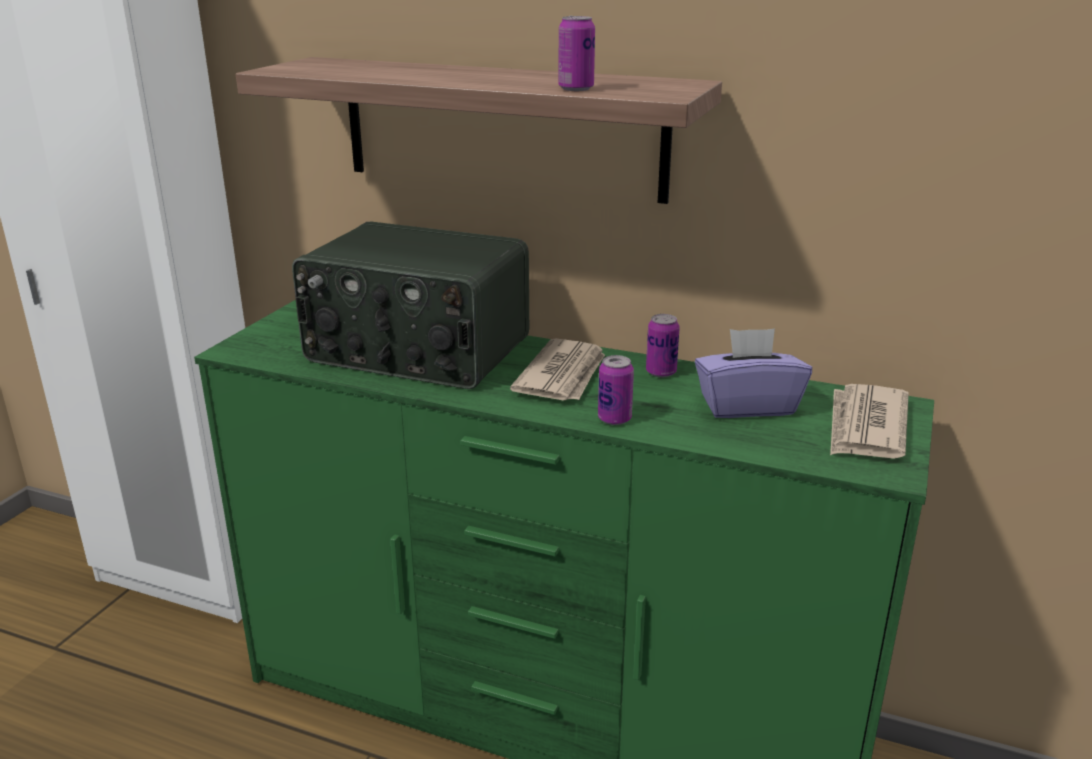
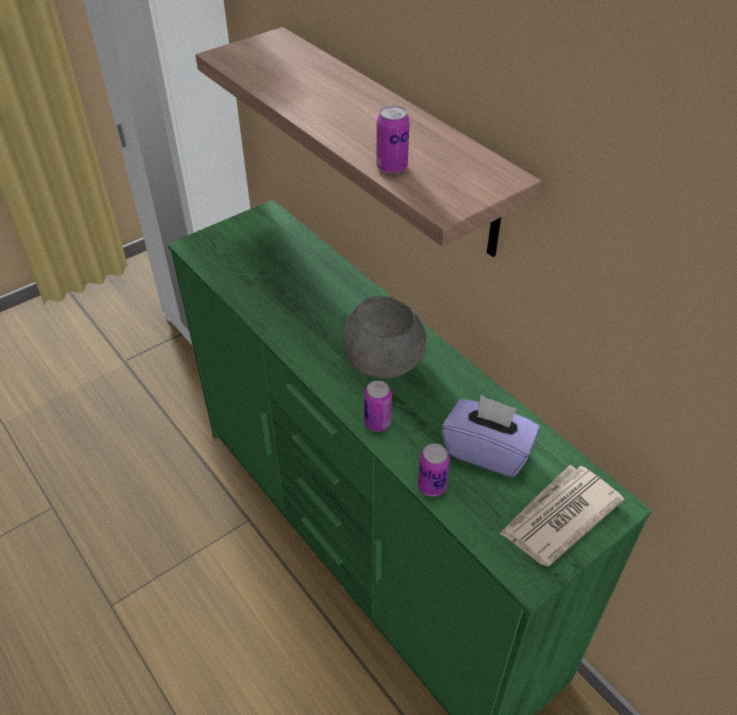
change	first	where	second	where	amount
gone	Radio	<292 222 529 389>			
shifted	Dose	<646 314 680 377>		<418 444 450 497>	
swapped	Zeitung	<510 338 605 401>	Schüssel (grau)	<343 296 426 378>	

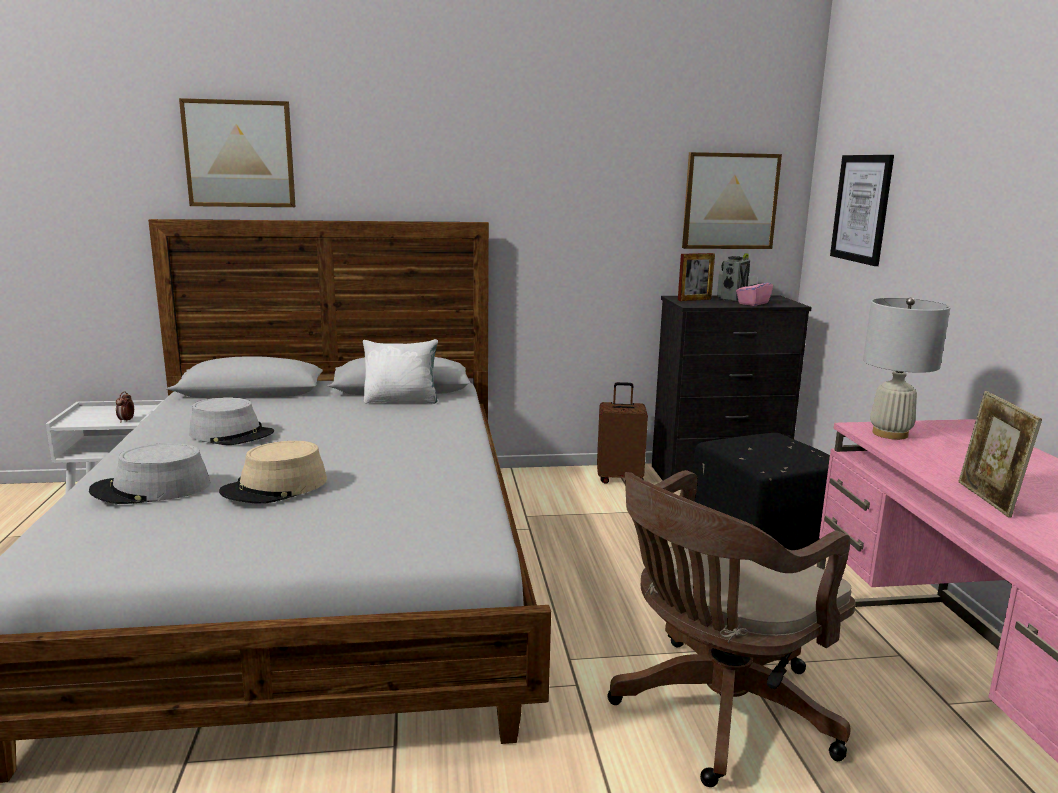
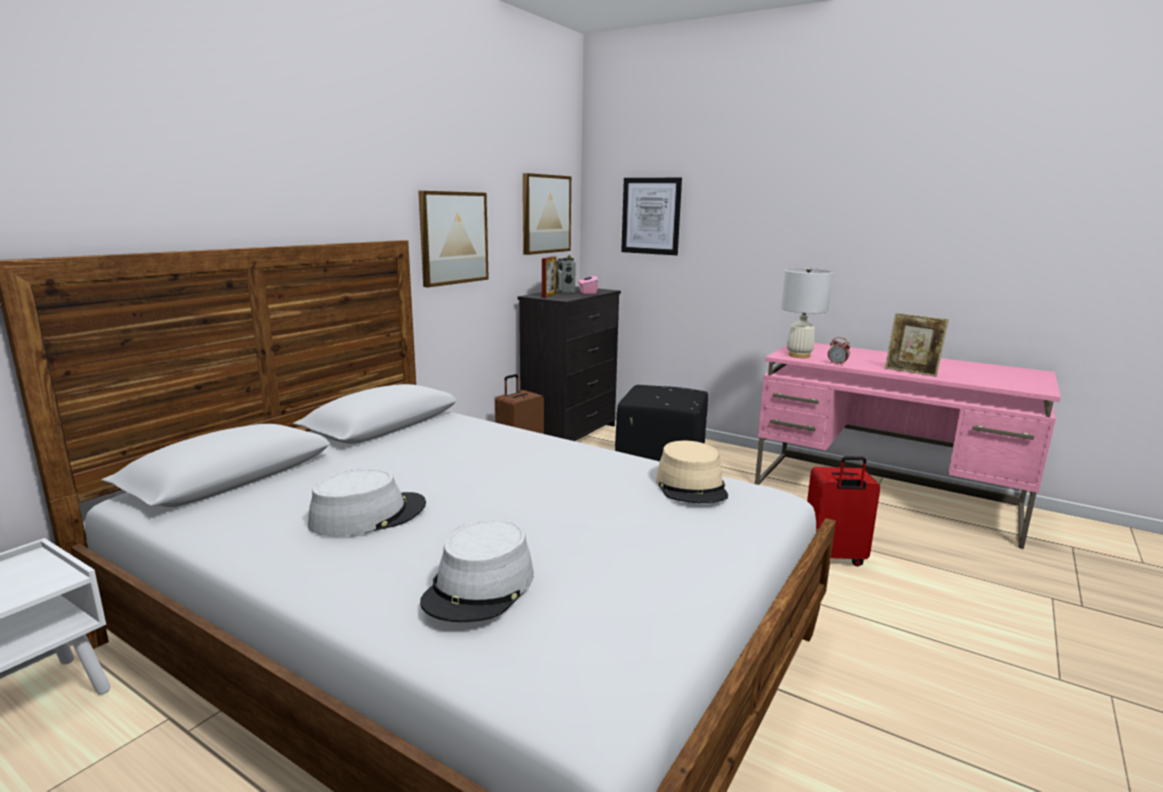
change	first	where	second	where	amount
gone	Kissen (weiß)	<363 339 438 404>			
shifted	Wecker	<116 391 134 423>		<828 337 850 366>	
shifted	Bild	<179 98 296 207>		<418 191 489 287>	
shifted	Hut (beige)	<219 441 327 504>		<656 441 728 503>	
swapped	Bürostuhl (braun)	<607 470 856 787>	Koffer (rot)	<807 456 880 566>	

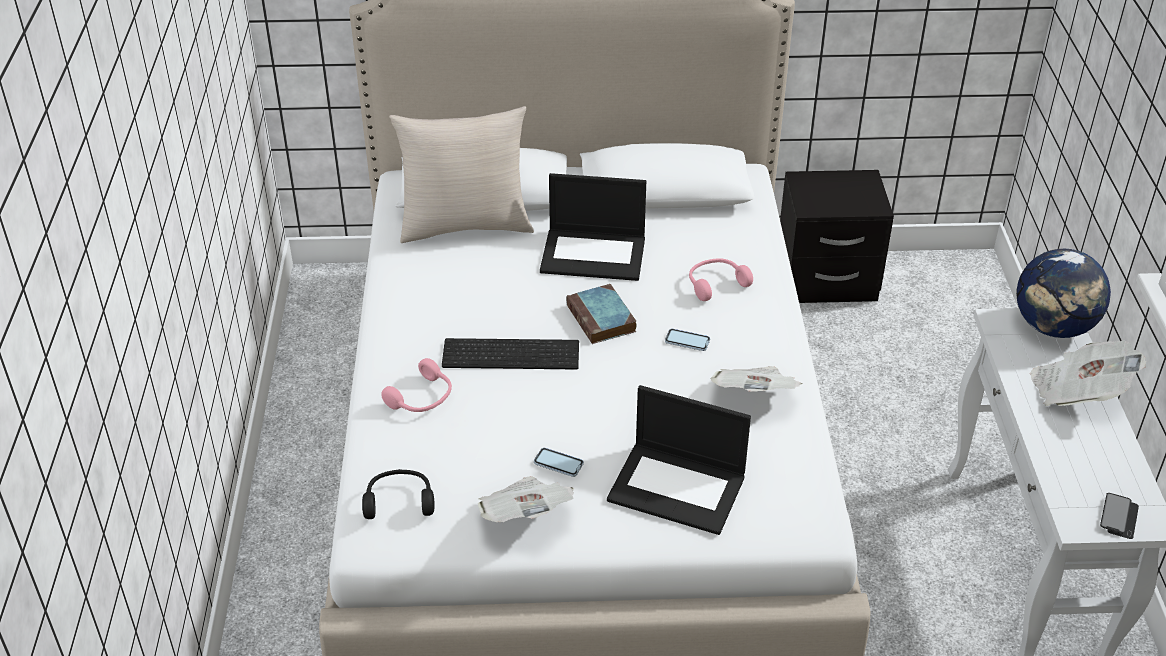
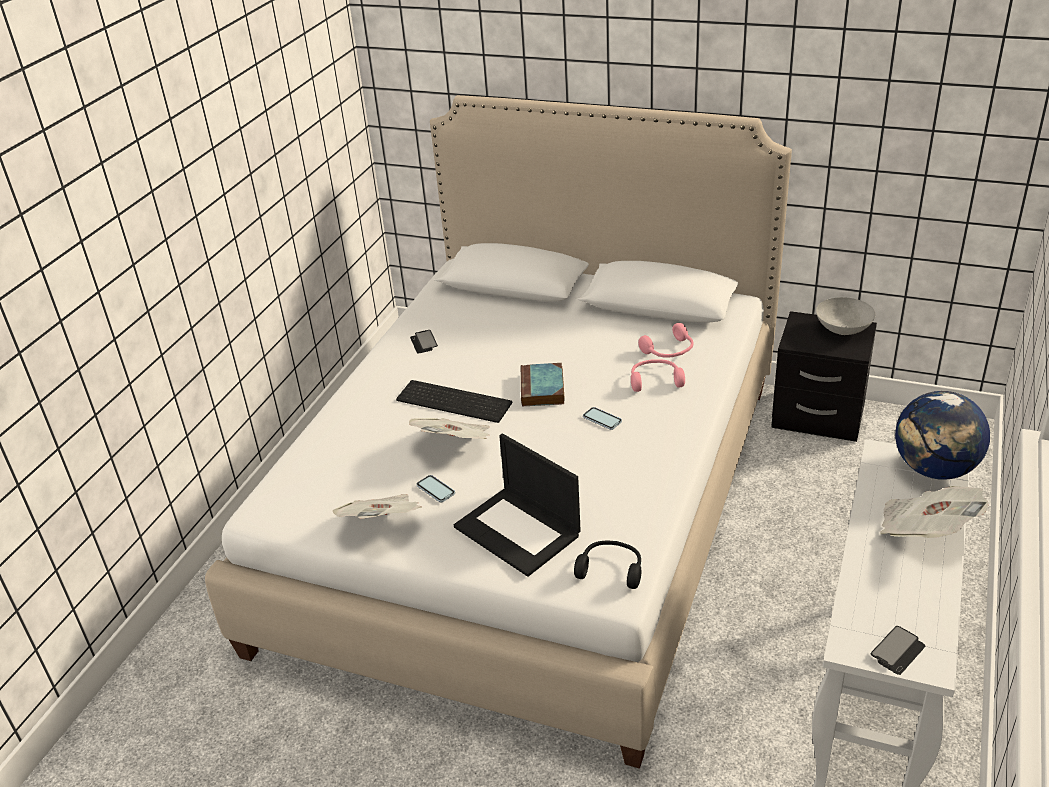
change	first	where	second	where	amount
gone	Kissen (beige)	<389 106 534 243>			
gone	Laptop	<540 173 646 281>			
new			Handy	<410 330 438 353>	
new			Schüssel (grau)	<816 297 876 335>	
shifted	Kopfhörer (schwarz)	<362 469 434 519>		<574 541 641 589>	
shifted	Kopfhörer (rosa)	<381 358 452 412>		<638 323 694 358>	
shifted	Zeitung	<710 366 802 392>		<409 418 490 439>	

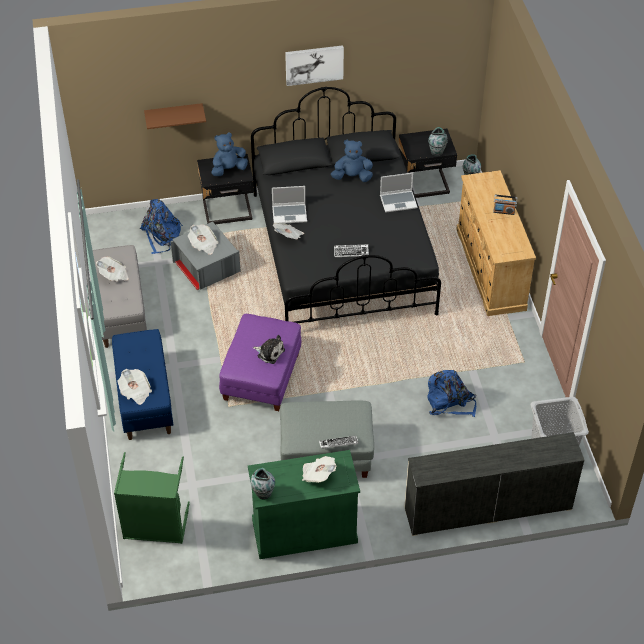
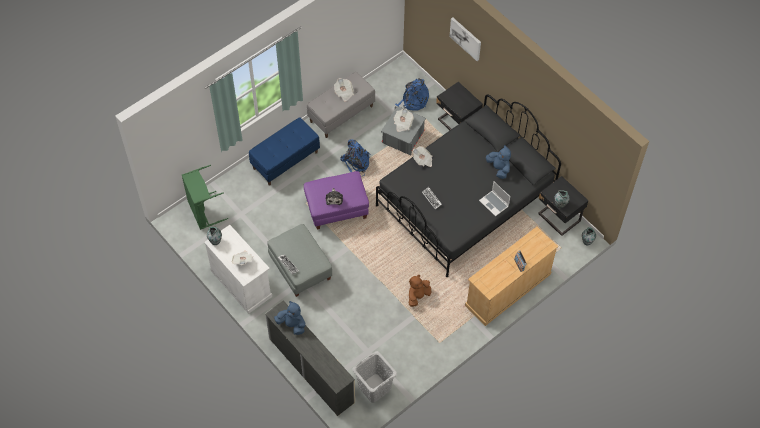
change	first	where	second	where	amount
gone	Zeitung	<117 369 152 405>			
gone	Wandregal (braun)	<144 103 206 129>			
gone	Laptop	<272 186 307 224>			
new			Plüschtier (braun)	<409 275 431 307>	
shifted	Plüschtier (blau)	<211 133 248 176>		<274 301 306 335>	
shifted	Bild	<285 45 344 86>		<449 18 481 61>	
shifted	Rucksack (blau)	<427 370 476 417>		<340 139 369 177>	
repainted	Schrank (grün)	<248 450 360 559>	Schrank (weiß)	<204 225 272 314>	

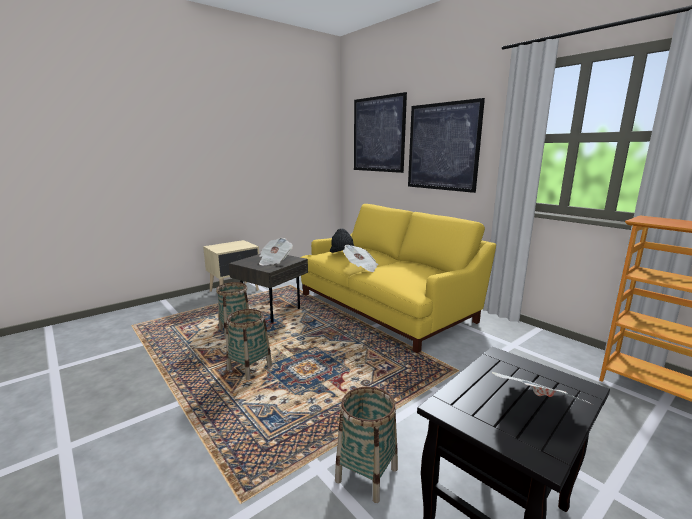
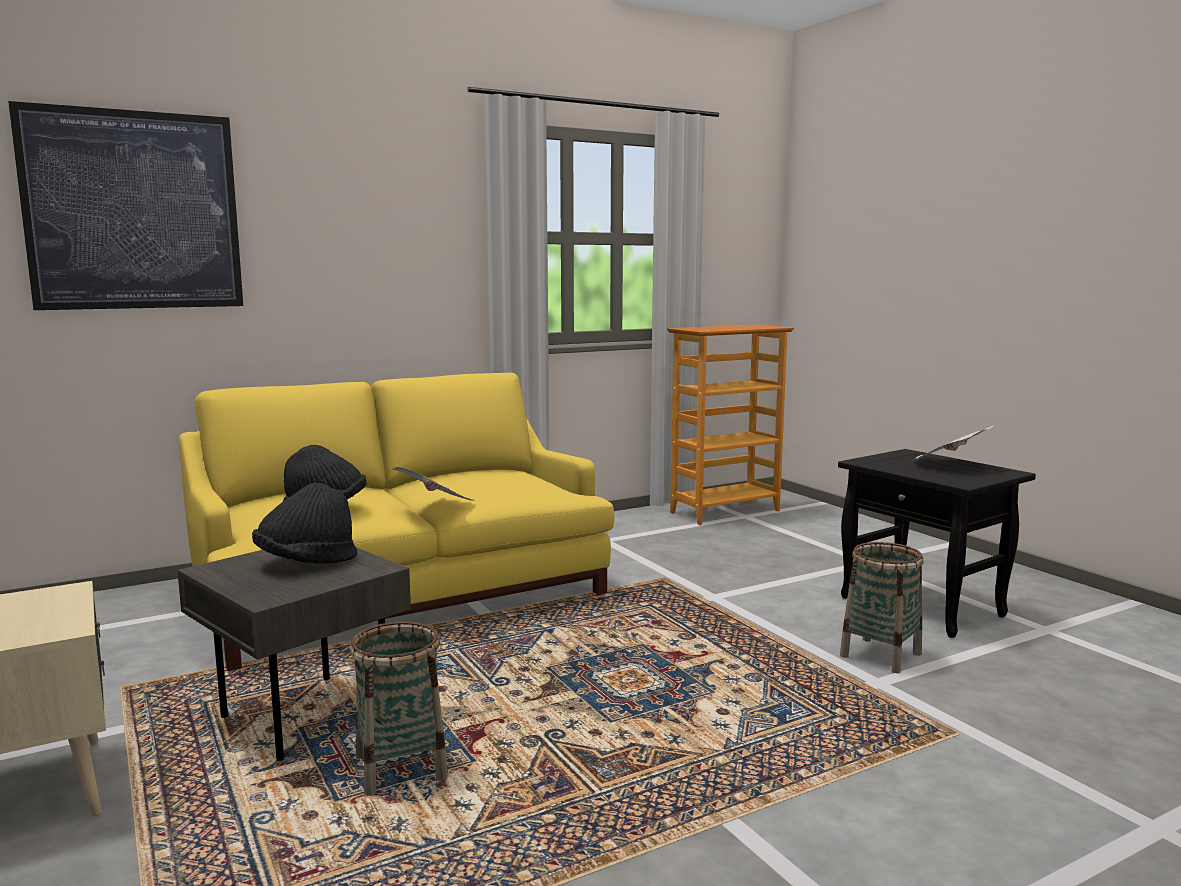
change	first	where	second	where	amount
gone	Korb	<226 309 272 380>			
gone	Bild	<408 98 485 193>			
swapped	Zeitung	<259 238 293 265>	Hut (schwarz)	<252 483 357 564>	

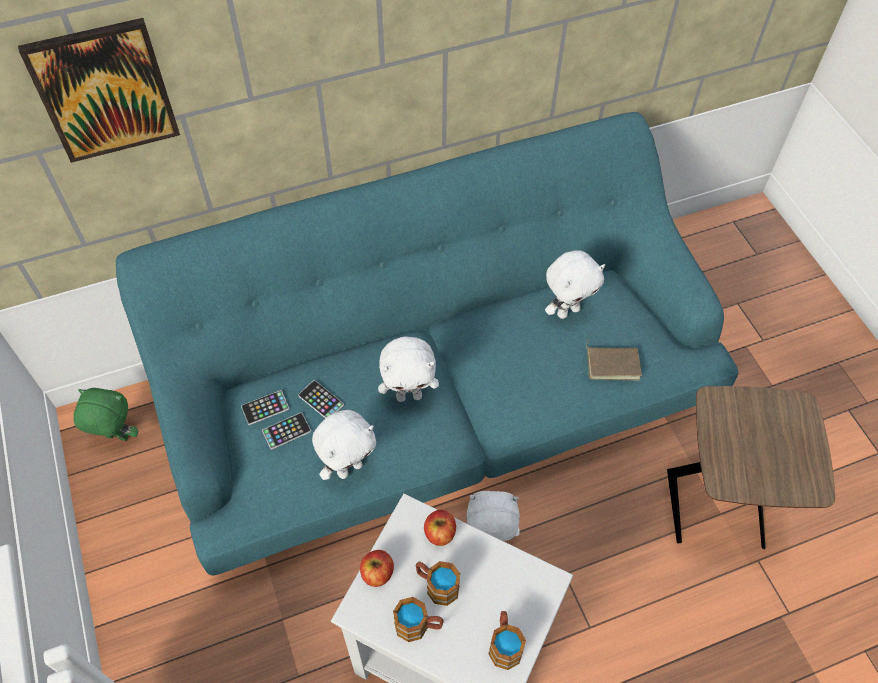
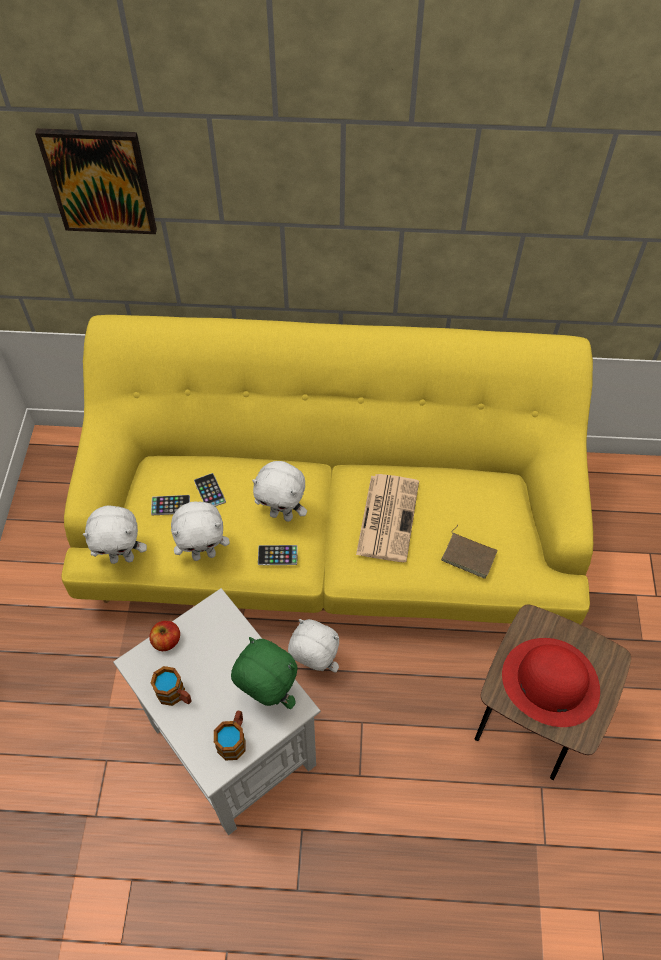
change	first	where	second	where	amount
gone	Henkelbecher	<416 561 460 606>			
gone	Apfel	<424 510 456 546>			
new			Zeitung	<356 474 419 562>	
new			Hut (rot)	<502 638 600 727>	
shifted	Plüschtier (grün)	<73 388 138 441>		<231 637 298 709>	
shifted	Handy	<241 390 289 425>		<258 545 298 565>	
shifted	Plüschtier (weiß)	<545 250 605 319>		<83 506 147 564>	
repainted	Sofa (türkis)	<116 112 738 576>	Sofa (gelb)	<61 315 593 625>	

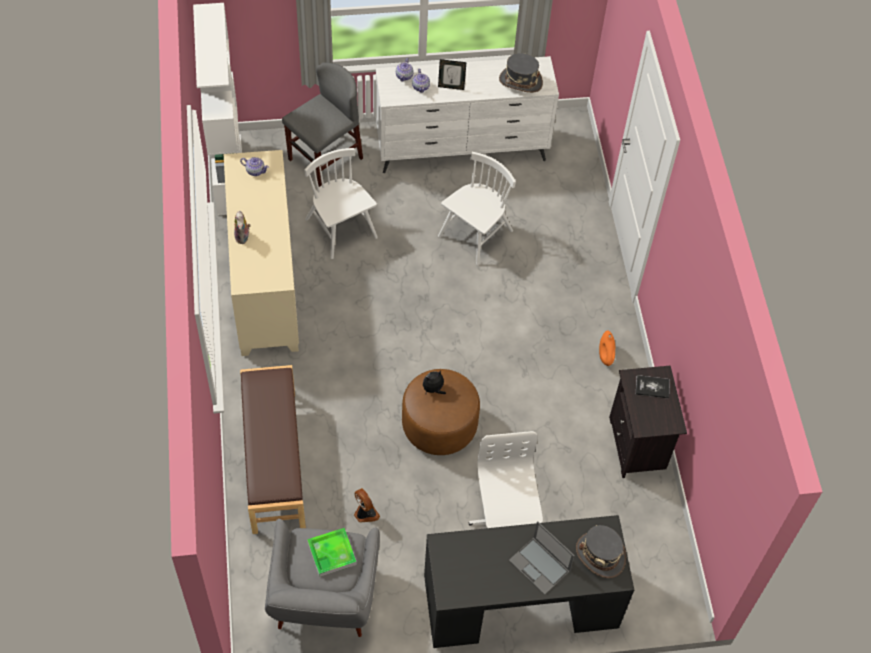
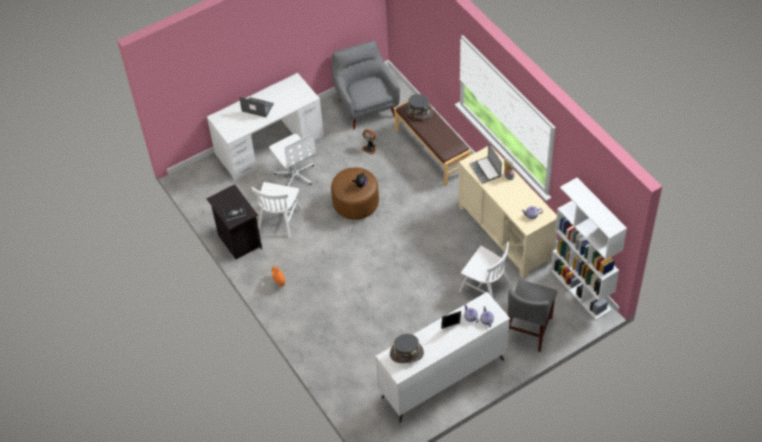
change	first	where	second	where	amount
gone	Tablett	<307 528 357 577>			
new			Laptop	<469 143 502 184>	
shifted	Stuhl (weiß)	<438 152 516 265>		<251 182 302 237>	
shifted	Hut (grau)	<576 525 626 578>		<405 94 433 119>	
repainted	Schreibtisch (schwarz)	<424 515 634 648>	Schreibtisch (weiß)	<207 73 324 180>	

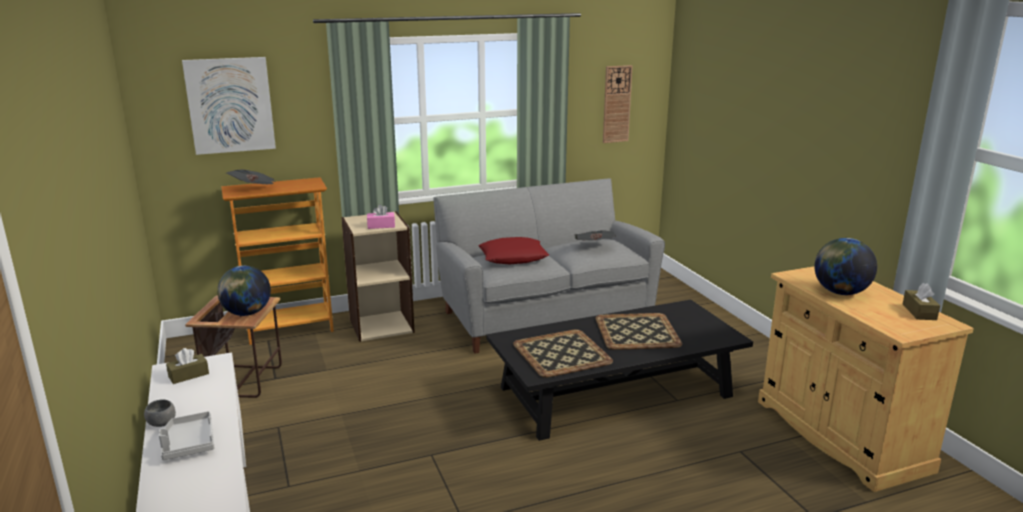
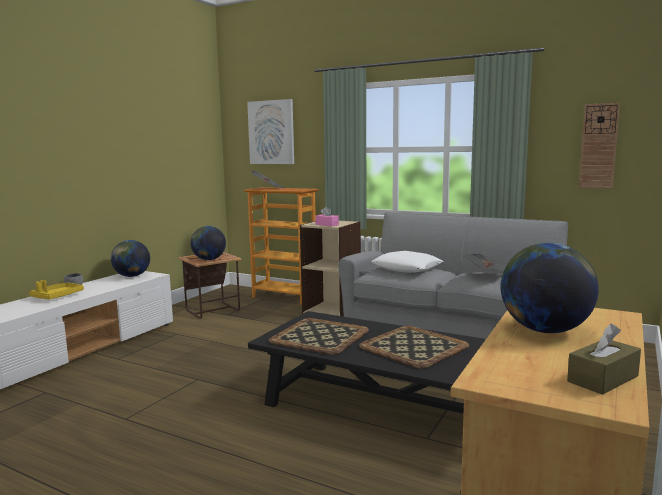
change	first	where	second	where	amount
swapped	Taschentuchbox (braun)	<166 348 209 384>	Globus	<111 240 150 277>	
repainted	Tablett (grau)	<159 411 214 460>	Tablett (gelb)	<29 280 84 300>	
repainted	Kissen (rot)	<478 237 549 264>	Kissen (weiß)	<371 251 443 273>	

